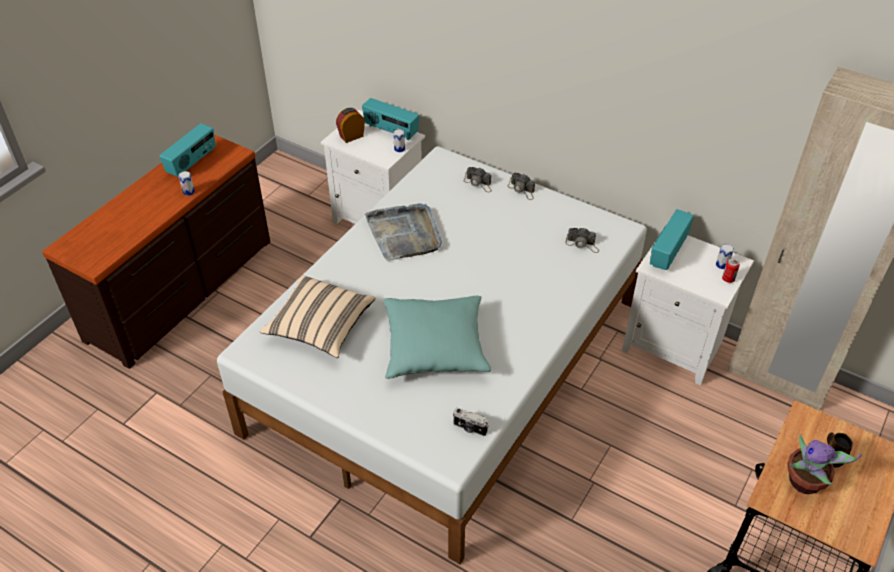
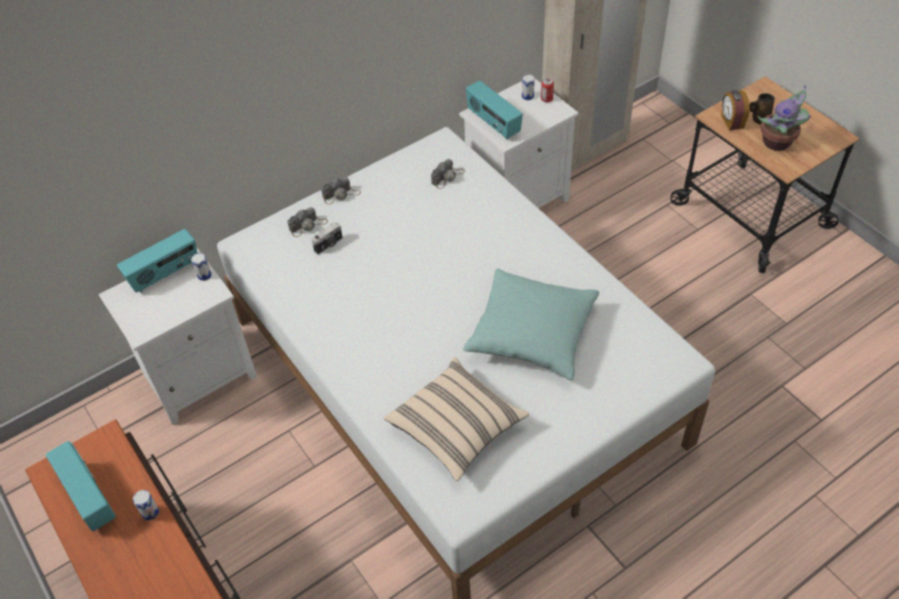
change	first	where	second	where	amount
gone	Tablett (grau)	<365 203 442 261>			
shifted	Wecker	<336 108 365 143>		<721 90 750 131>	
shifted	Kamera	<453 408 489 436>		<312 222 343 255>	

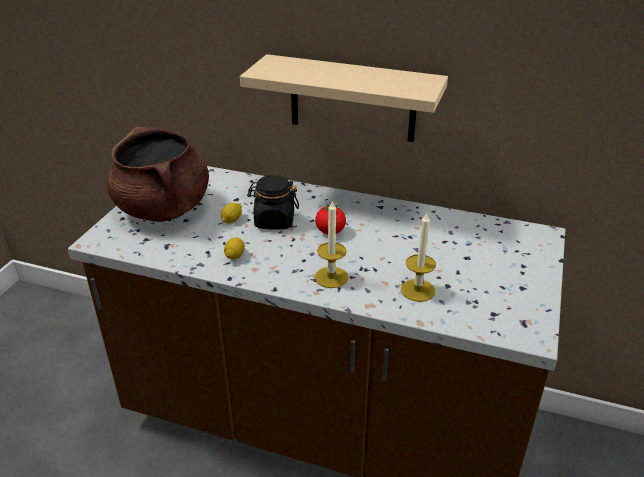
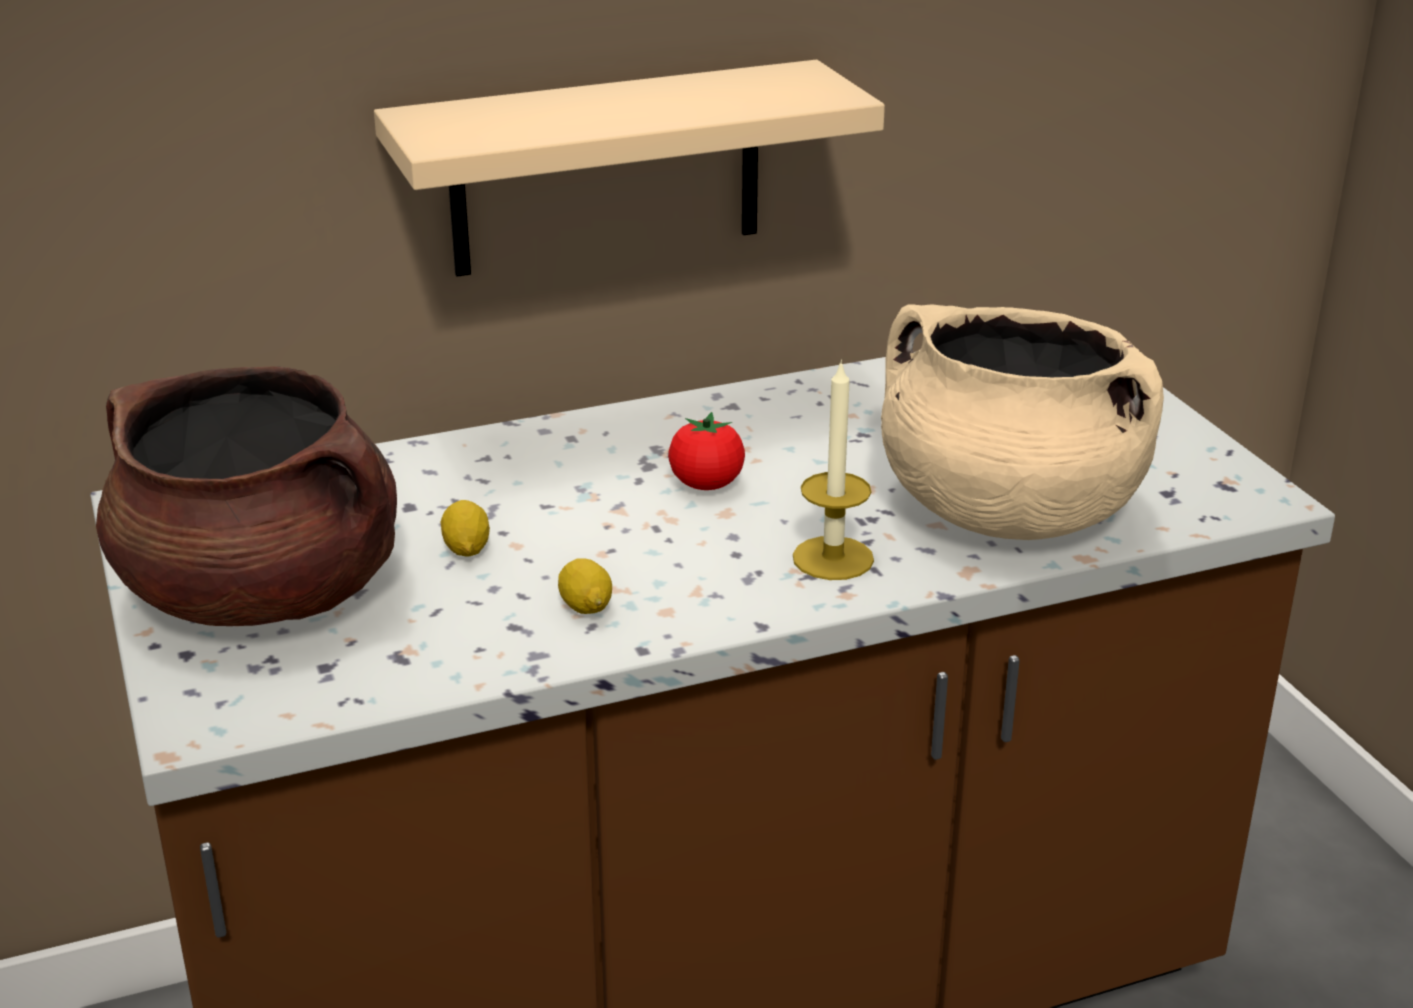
change	first	where	second	where	amount
gone	Vorratsglas (schwarz)	<247 175 299 230>			
swapped	Kerze	<401 212 436 302>	Kochtopf (beige)	<881 304 1164 540>	

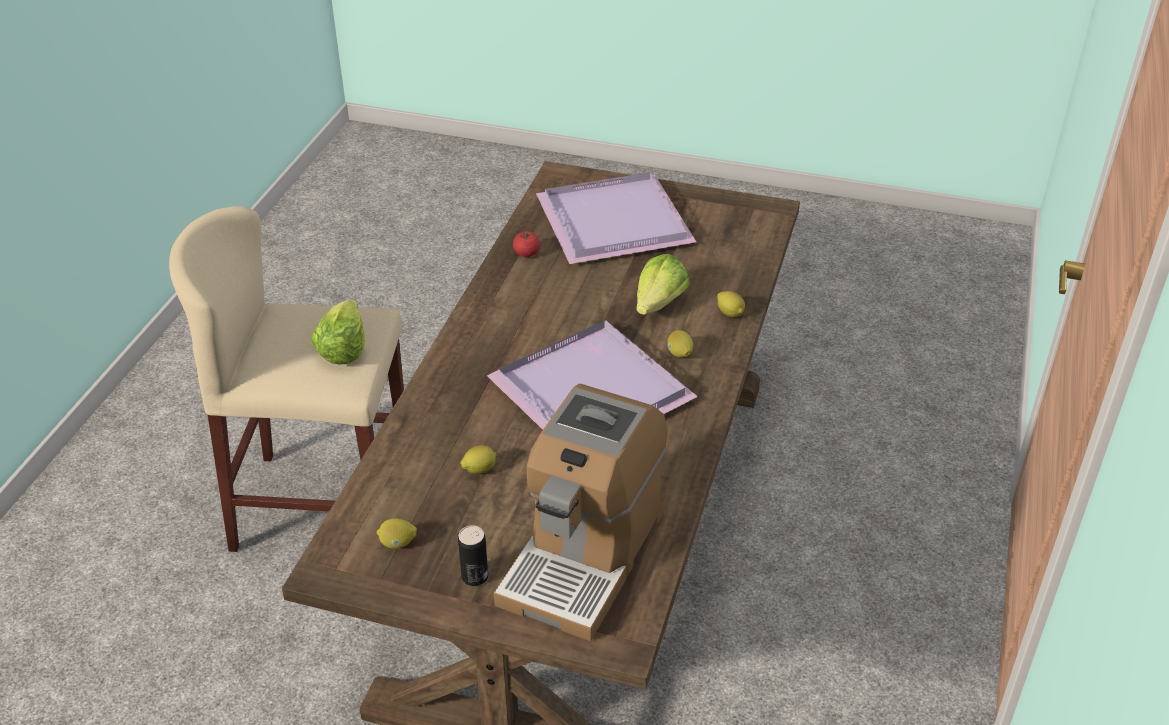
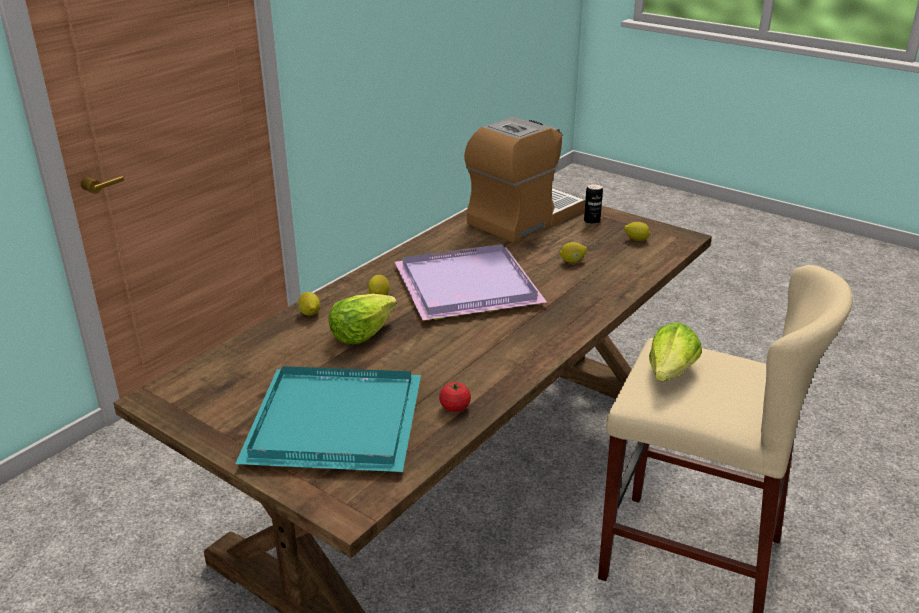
change	first	where	second	where	amount
repainted	Tablett (lila)	<536 172 696 264>	Tablett (türkis)	<235 366 421 472>	

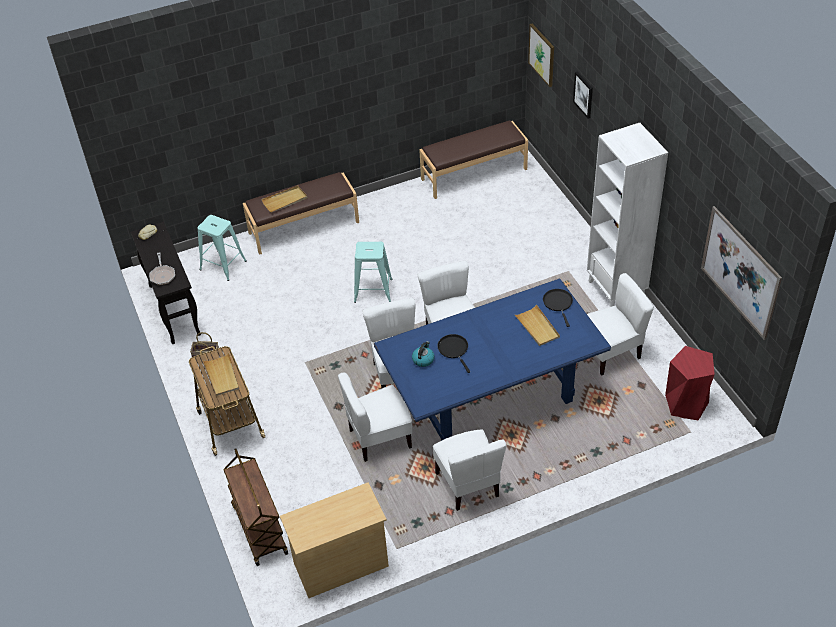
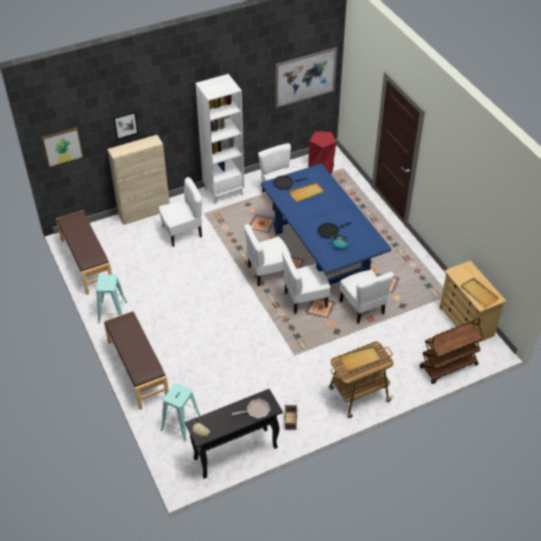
change	first	where	second	where	amount
new			Schrank (beige)	<108 135 170 225>	
shifted	Tablett (beige)	<261 185 307 213>		<461 278 499 307>	
shifted	Hocker (türkis)	<354 242 393 303>		<96 275 127 324>	
shifted	Stuhl (weiß)	<433 429 506 511>		<159 177 202 247>	

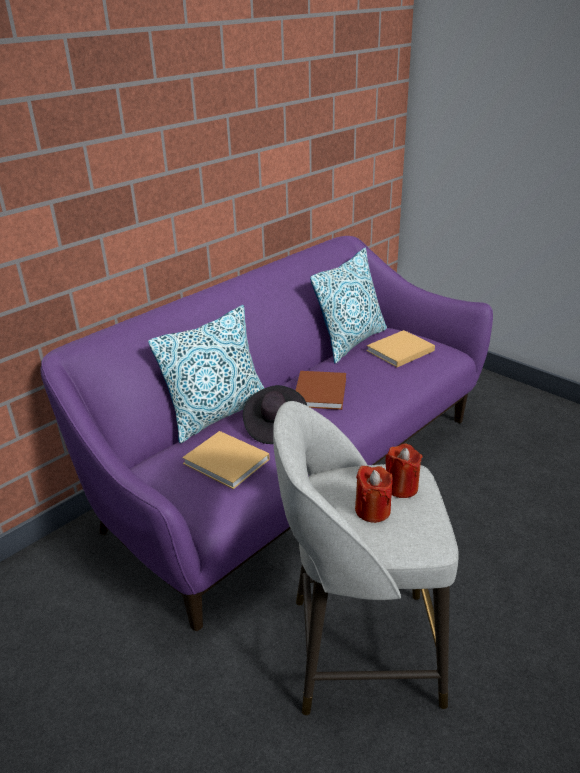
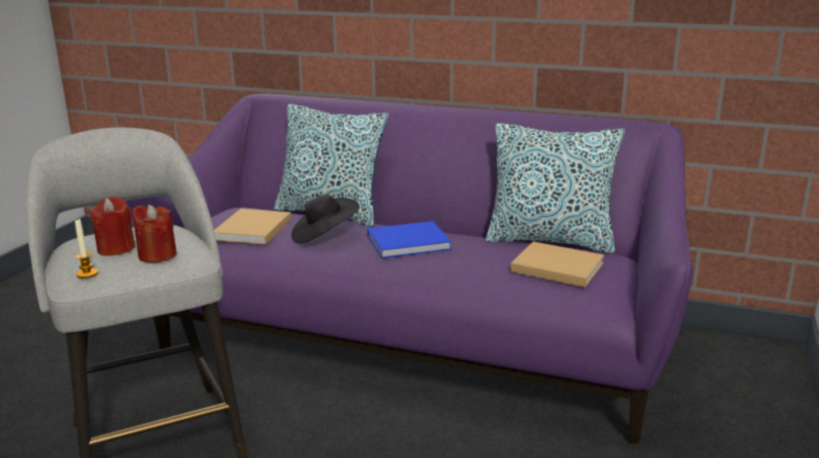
change	first	where	second	where	amount
new			Kerze	<75 218 98 278>	
repainted	Buch (braun)	<295 371 346 410>	Buch (blau)	<367 221 451 258>	

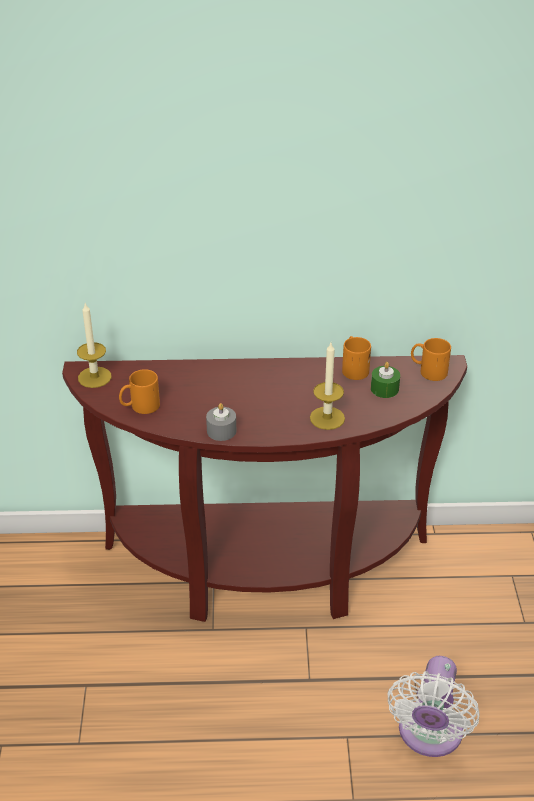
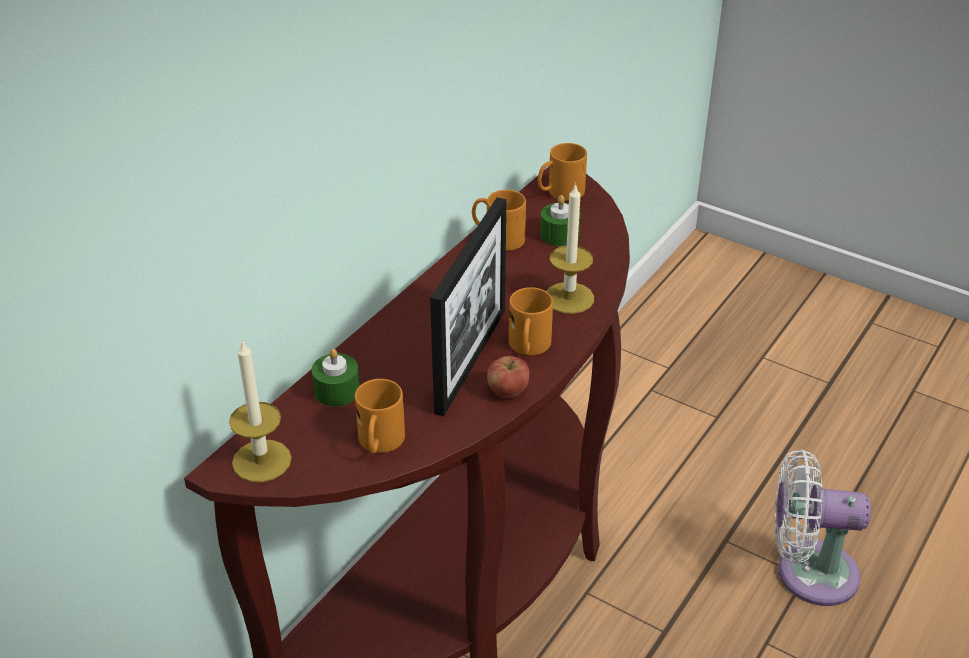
change	first	where	second	where	amount
new			Kerze (grün)	<312 349 360 407>	
new			Bilderrahmen	<430 197 506 416>	
new			Henkelbecher (orange)	<509 287 553 355>	
swapped	Kerze (grau)	<206 403 236 441>	Apfel	<487 356 530 398>	
rotated	Ventilator (weiß)	<387 656 480 757>		<775 449 871 606>	135 degrees clockwise

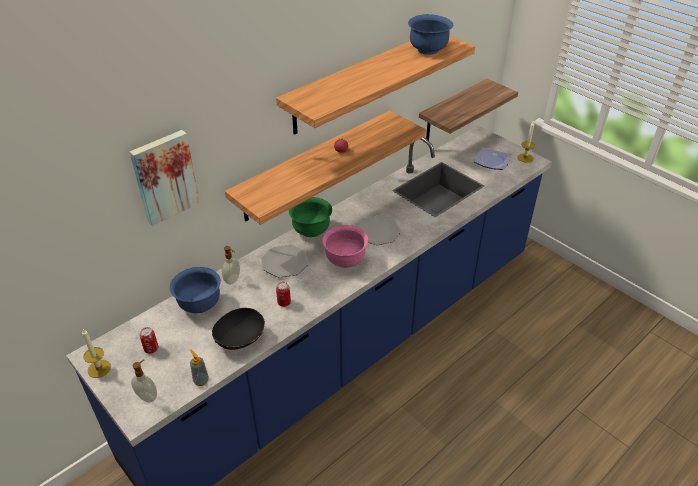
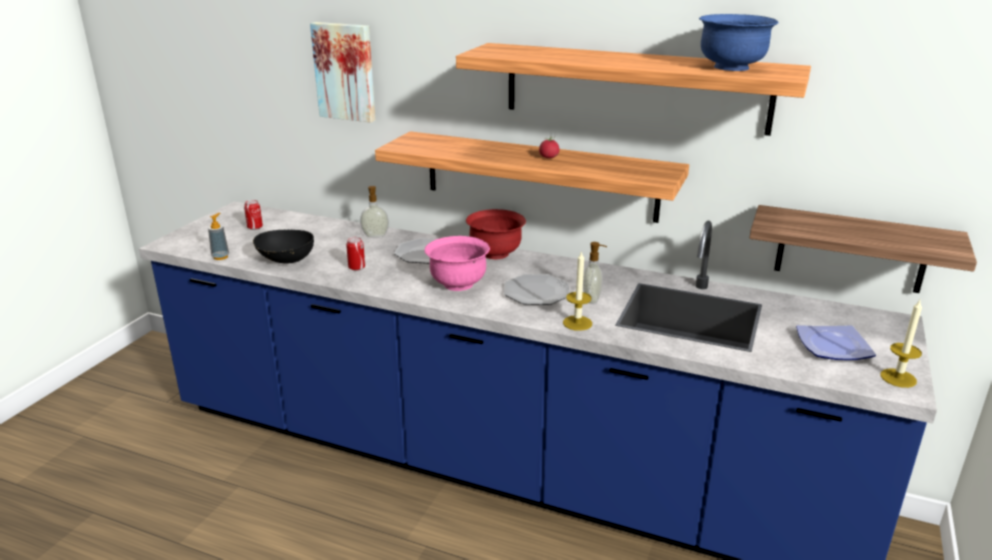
change	first	where	second	where	amount
gone	Schüssel (blau)	<170 267 221 313>			
shifted	Kerze	<82 329 111 378>		<563 251 592 331>	
shifted	Seifenspender	<131 359 157 403>		<583 242 607 304>	
repainted	Schüssel (grün)	<289 197 332 237>	Schüssel (rot)	<466 209 526 259>	

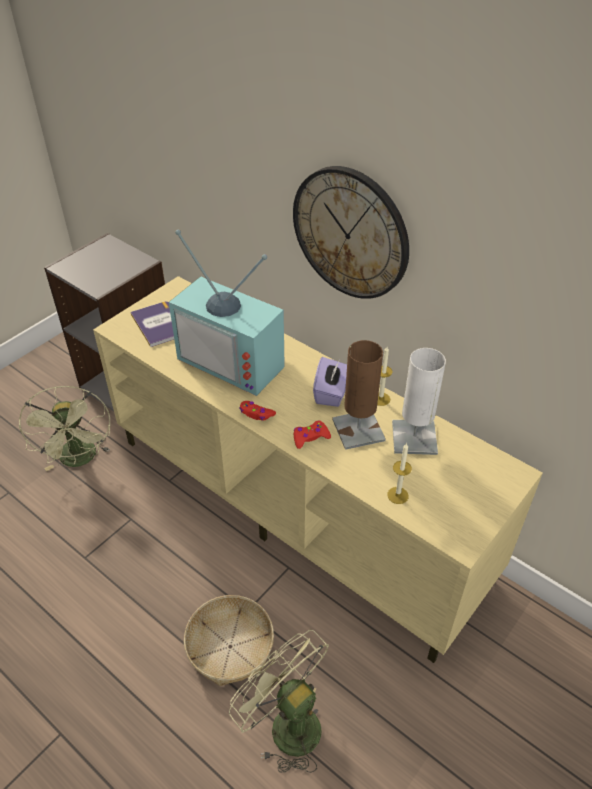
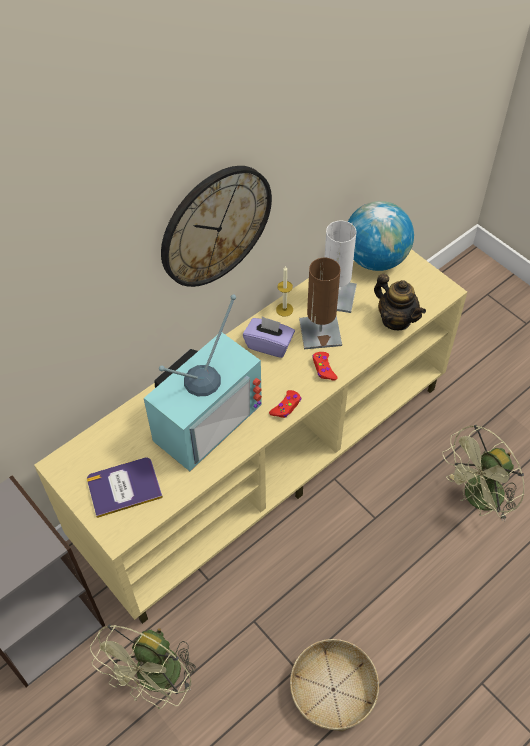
change	first	where	second	where	amount
new			Globus	<348 201 414 271>	
shifted	Korb	<184 595 274 686>		<290 639 379 732>	
swapped	Kerze	<387 443 412 504>	Teekanne	<374 273 426 330>	
rotated	Ventilator (grün)	<19 386 110 471>		<90 624 197 709>	120 degrees clockwise

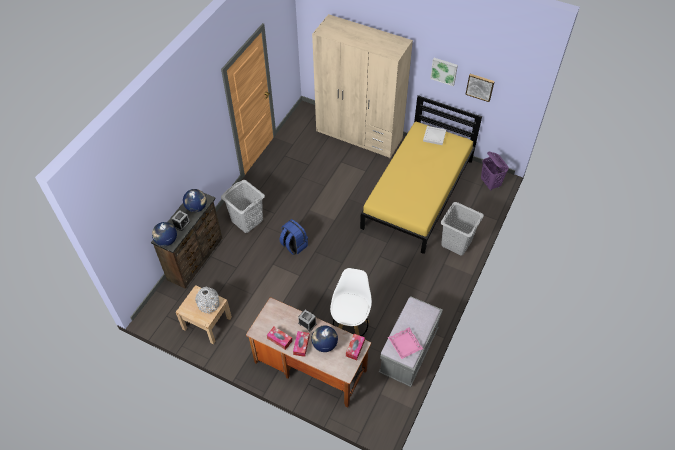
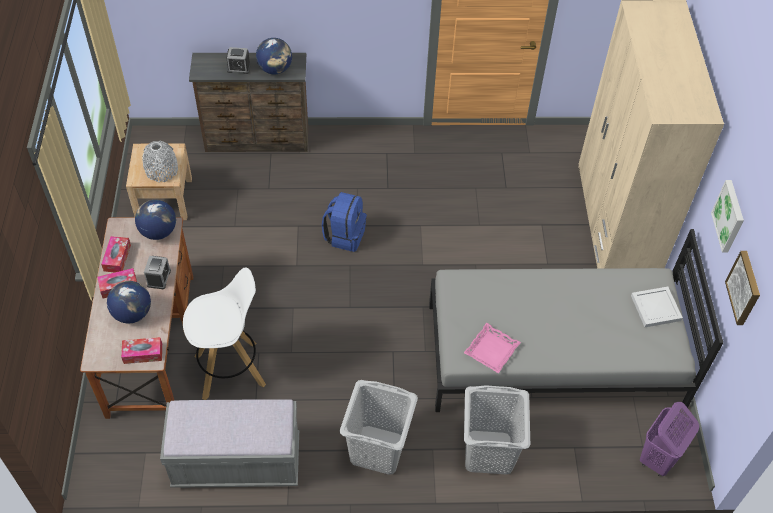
change	first	where	second	where	amount
shifted	Globus	<152 222 177 246>		<135 200 176 240>	
shifted	Wäschekorb (grau)	<221 180 265 233>		<340 380 418 474>	
shifted	Tablett (rosa)	<388 327 423 359>		<464 323 521 373>	
repainted	Bett (gelb)	<360 95 482 254>	Bett (grau)	<429 229 723 412>	

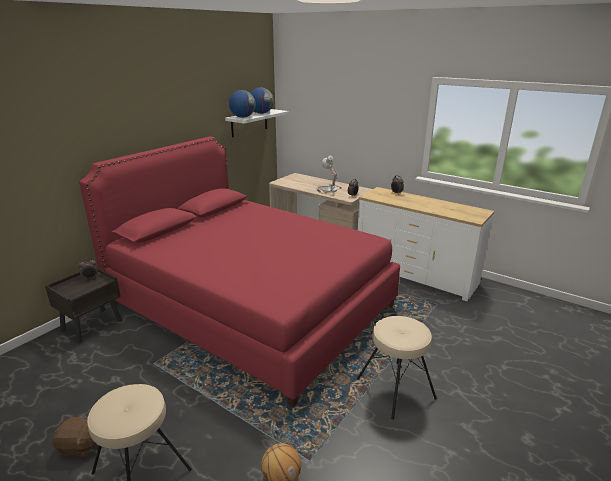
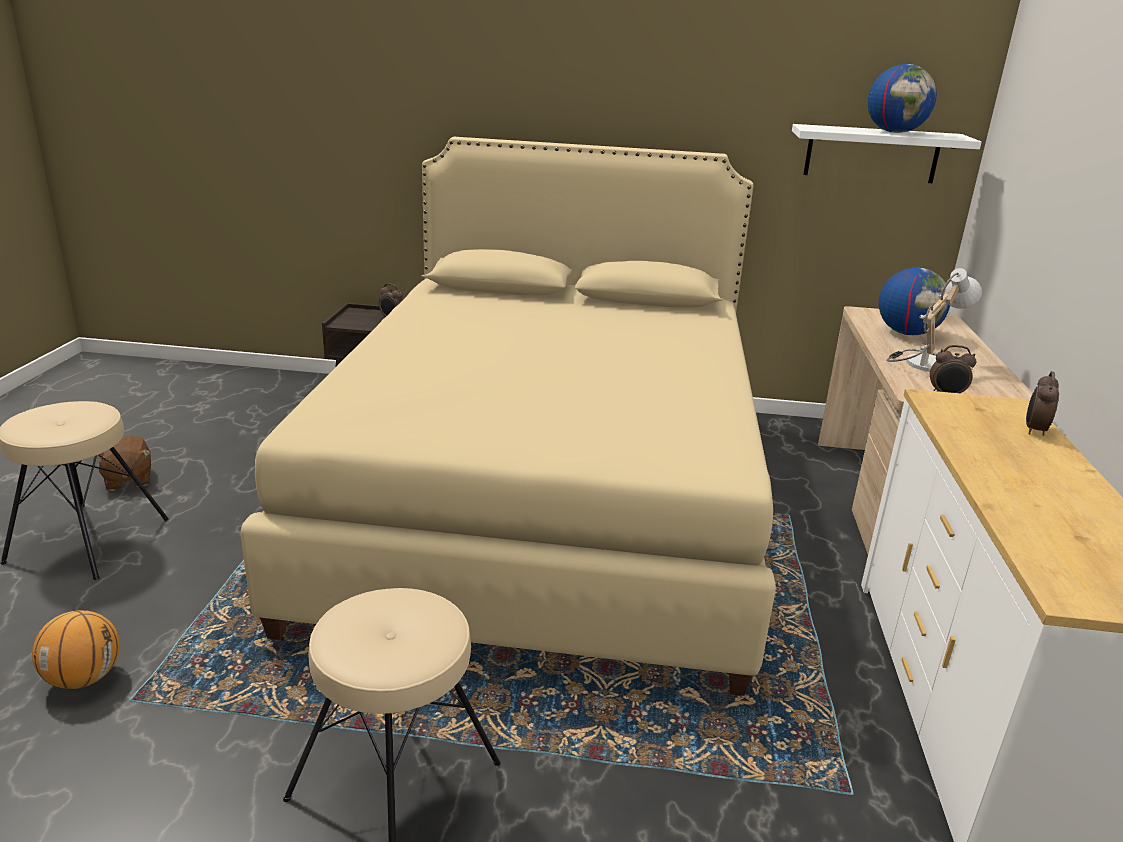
change	first	where	second	where	amount
shifted	Globus	<229 90 255 118>		<879 268 950 335>	
repainted	Bett (rot)	<79 137 400 408>	Bett (beige)	<240 137 776 696>	

